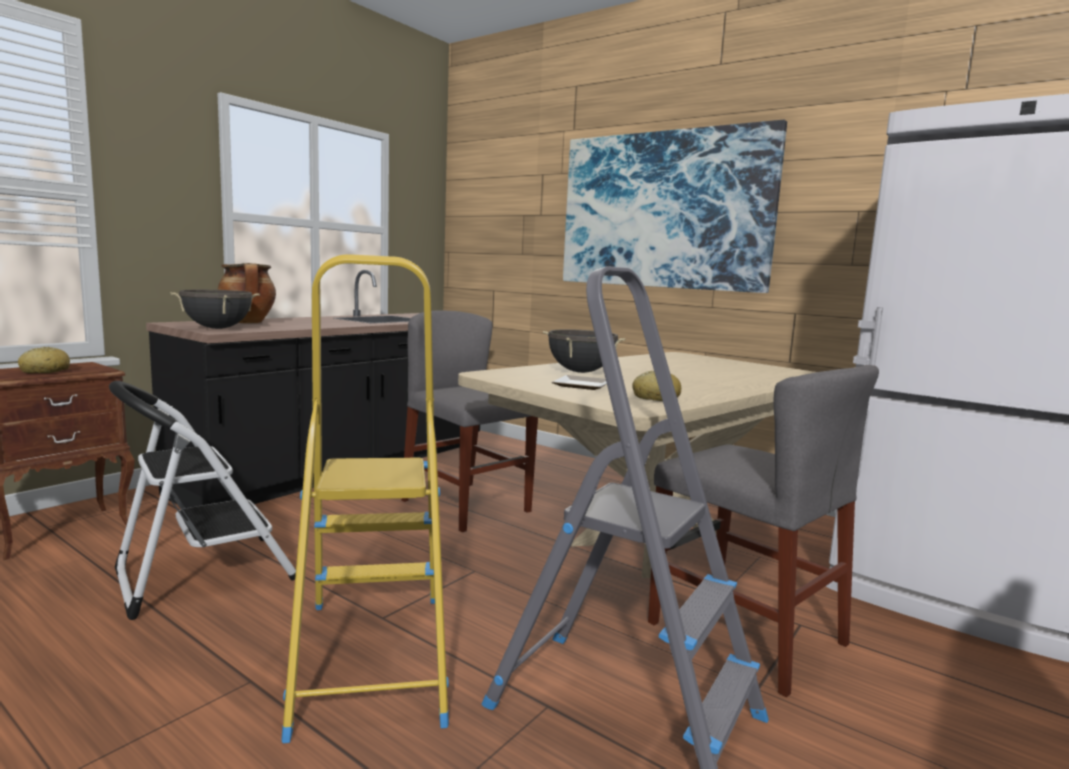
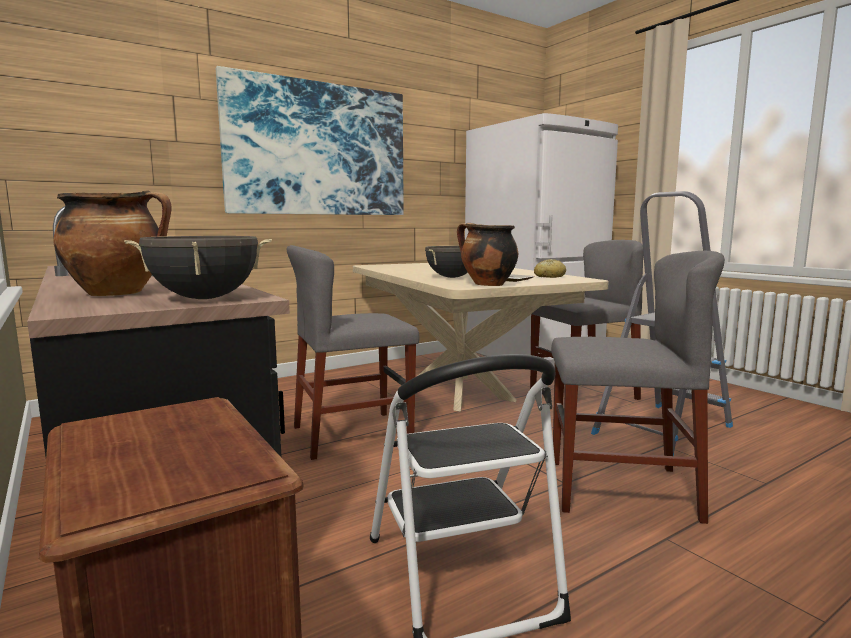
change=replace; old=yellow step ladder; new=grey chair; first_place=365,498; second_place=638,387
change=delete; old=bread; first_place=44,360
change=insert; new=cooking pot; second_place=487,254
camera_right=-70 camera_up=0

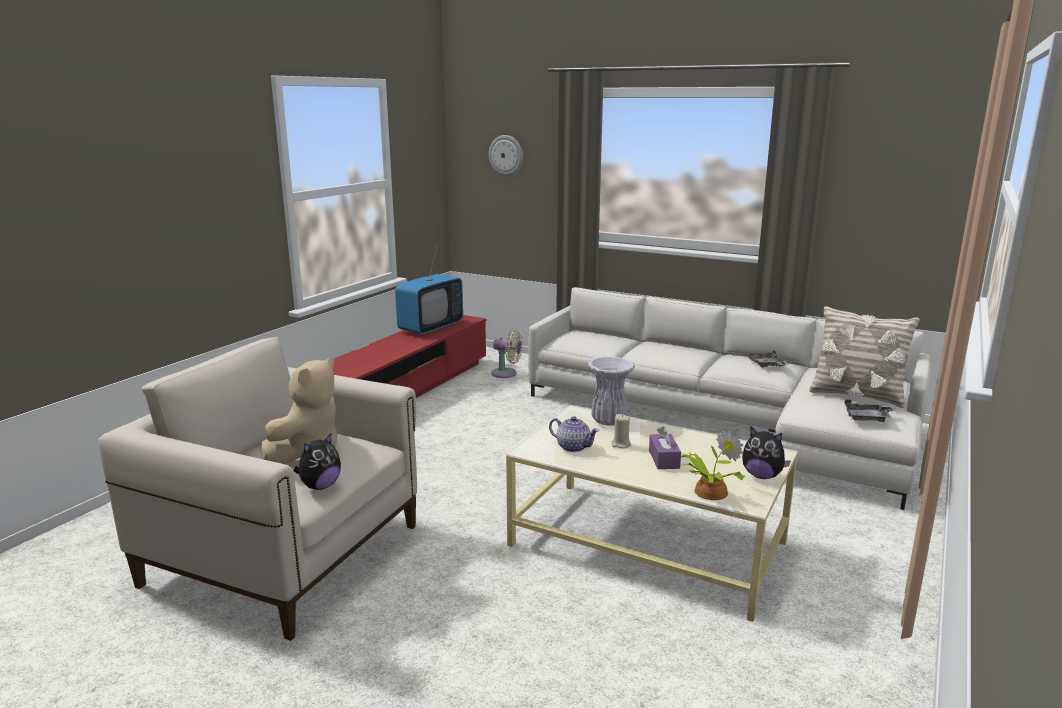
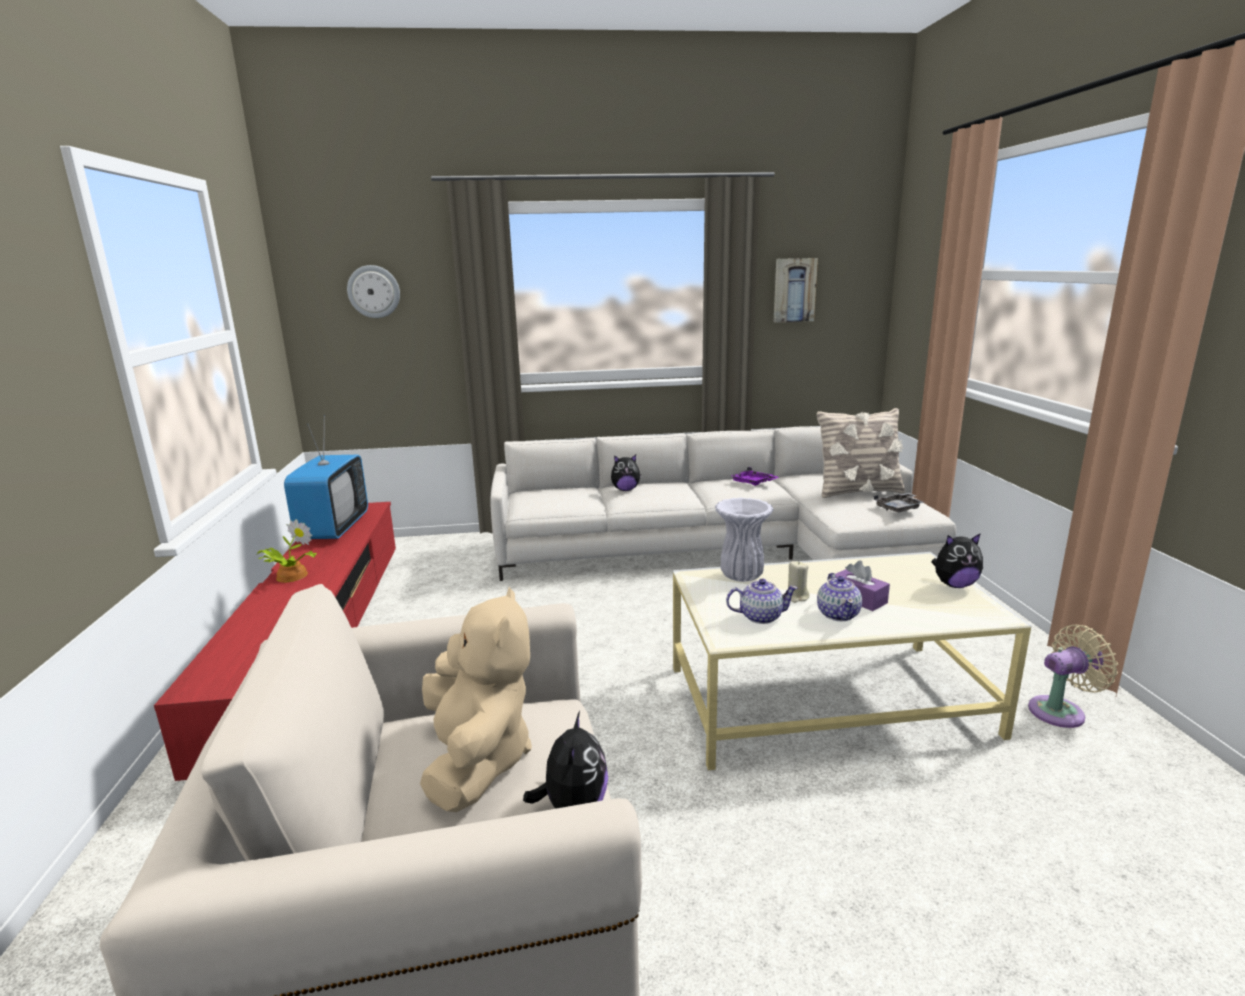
change=move; old=beige fan; first_place=507,353; second_place=1073,676
change=recolor; old=grey tray; new=purple tray; first_place=768,358; second_place=754,476
change=move; old=potted plant; first_place=713,465; second_place=287,551
change=insert; new=picture; second_place=796,290
change=insert; new=plush toy; second_place=626,473
change=insert; new=teapot; second_place=839,597
camera_right=-35 camera_up=0

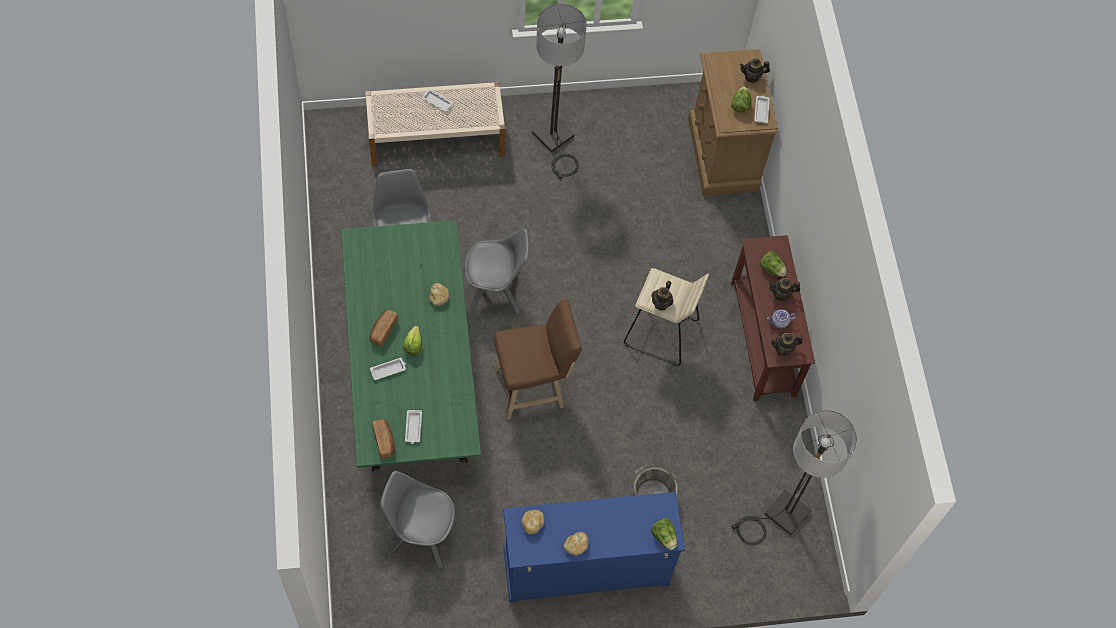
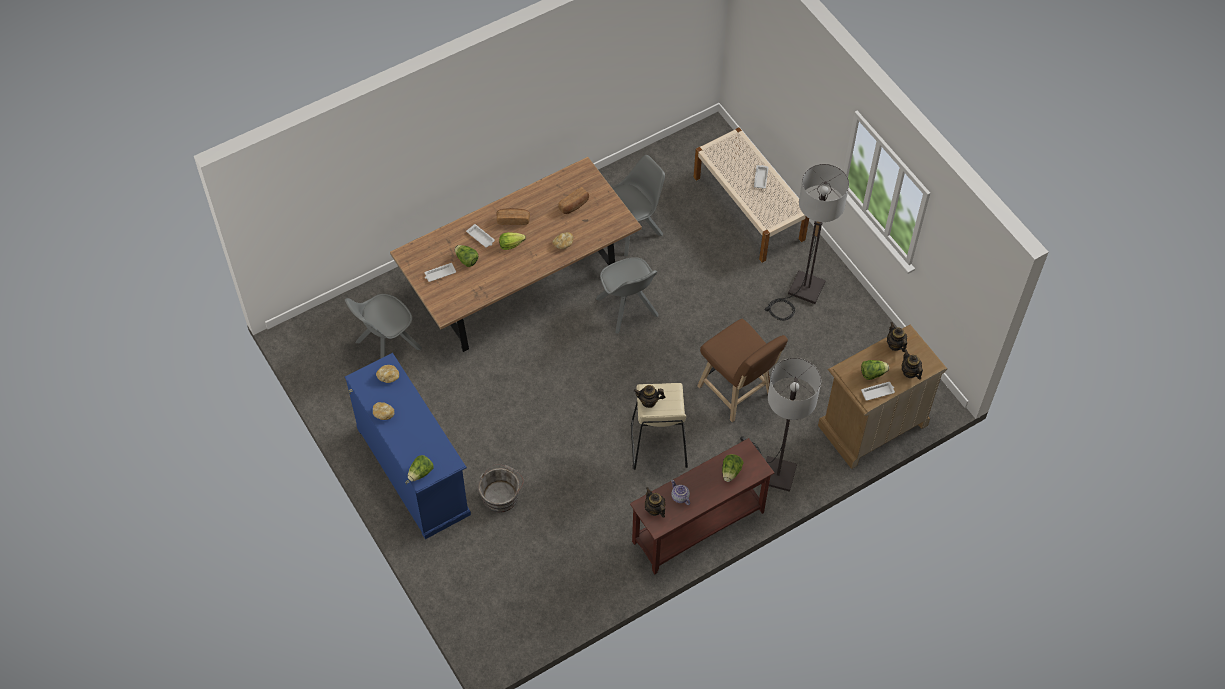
change=recolor; old=green dining table; new=brown dining table; first_place=411,346; second_place=516,254
change=move; old=teapot; first_place=784,289; second_place=897,337
change=move; old=brown stool; first_place=538,359; second_place=742,370
change=move; old=floor lamp; first_place=794,477; second_place=780,425
change=move; old=bread; first_place=383,439; second_place=573,200
change=rotate; old=grey chair; first_place=419,519; second_place=383,326; degrees=-120
change=insert; new=lettuce; second_place=466,256
camera_right=70 camera_up=-5

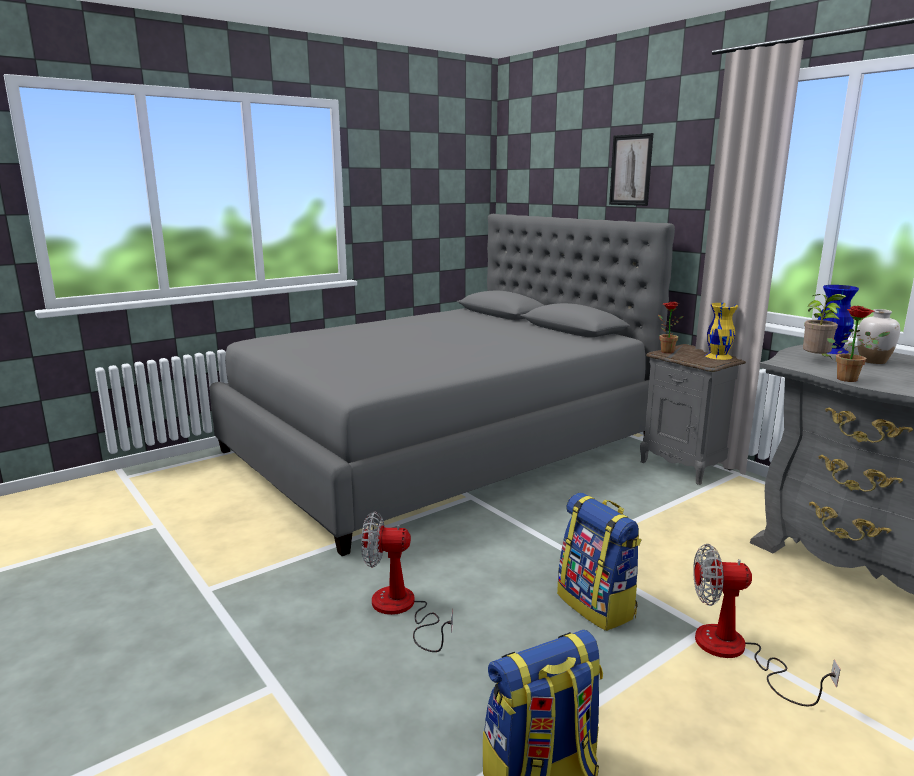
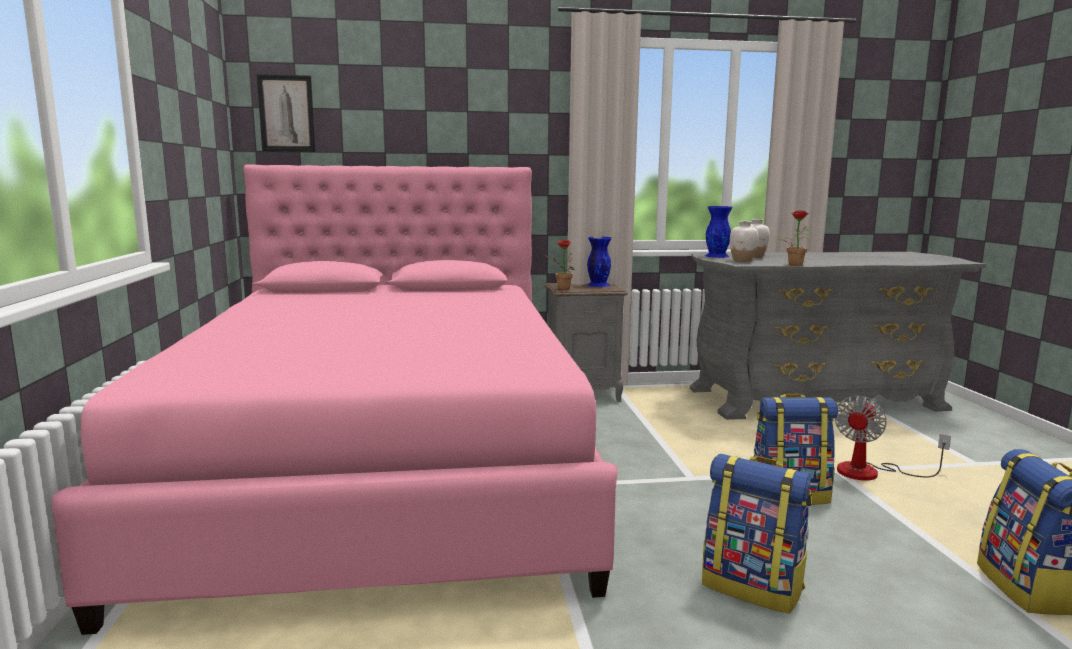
change=move; old=picture; first_place=631,169; second_place=286,113
change=recolor; old=grey bed; new=pink bed; first_place=442,385; second_place=334,399
change=replace; old=potted plant; new=white vase; first_place=825,327; second_place=744,241
change=recolor; old=yellow vase; new=blue vase; first_place=721,331; second_place=599,262
change=replace; old=fan; new=backpack; first_place=407,581; second_place=757,534
camera_right=-60 camera_up=-5

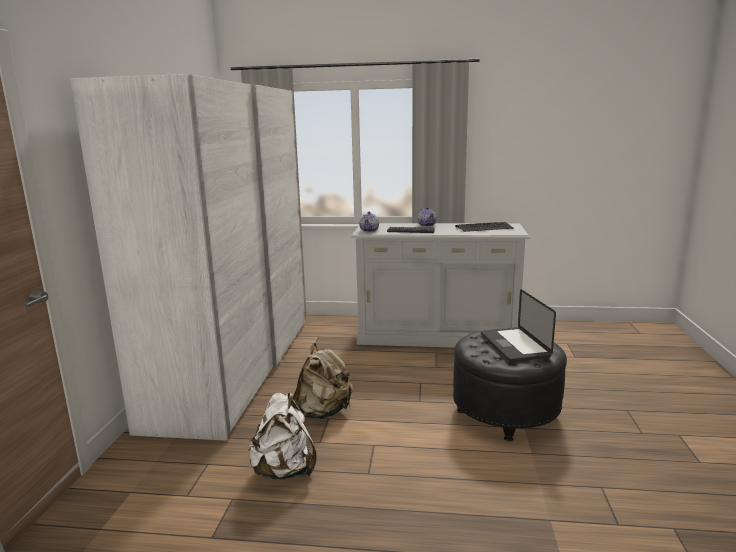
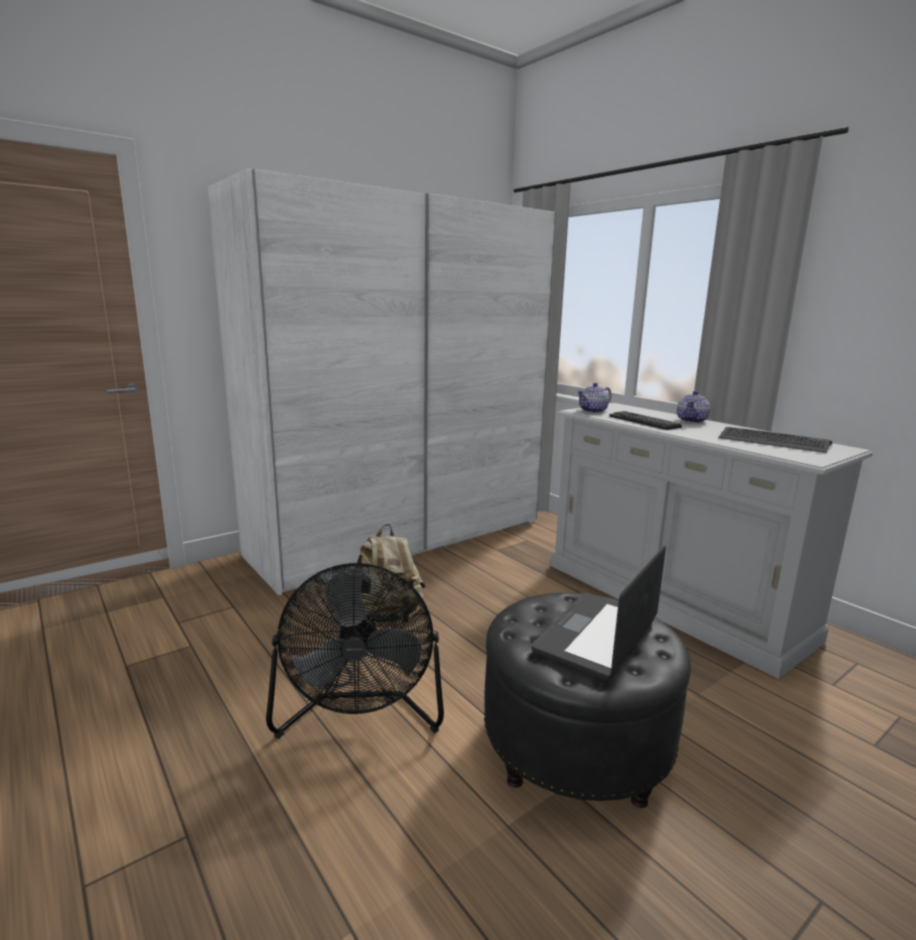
change=delete; old=white backpack; first_place=283,436
change=insert; new=black fan; second_place=355,651
camera_right=45 camera_up=0

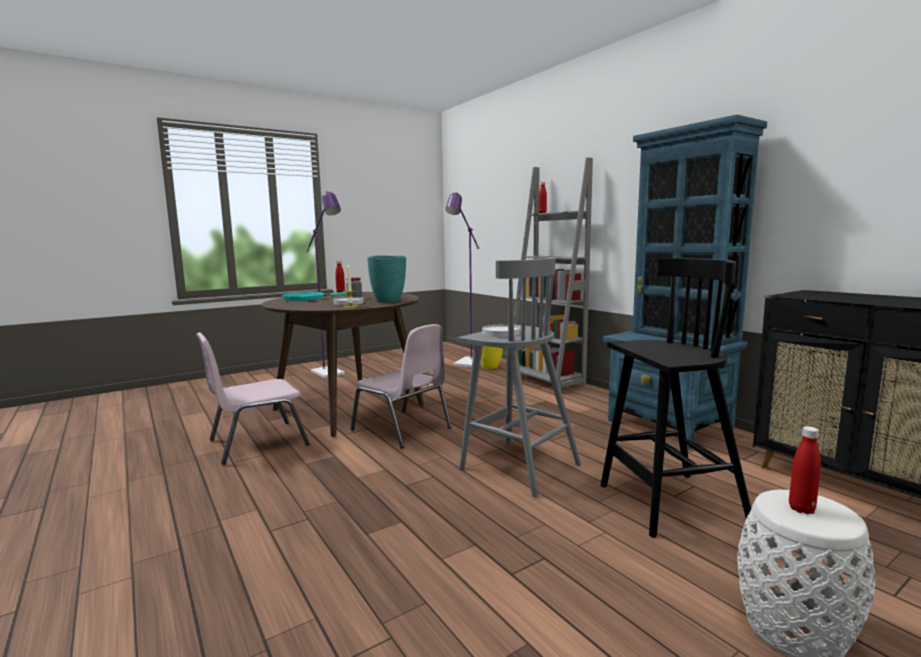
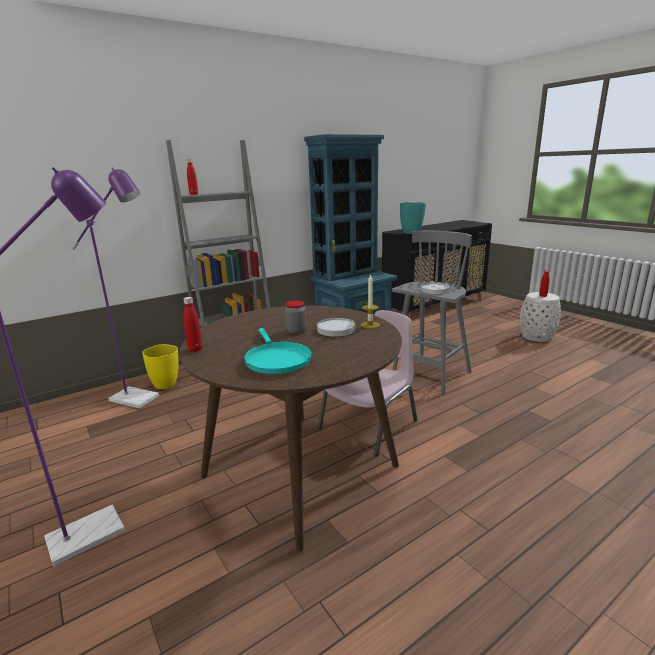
change=move; old=turquoise vase; first_place=386,278; second_place=413,218
change=delete; old=black stool; first_place=676,398
change=delete; old=pink chair; first_place=253,398
camera_right=-90 camera_up=10

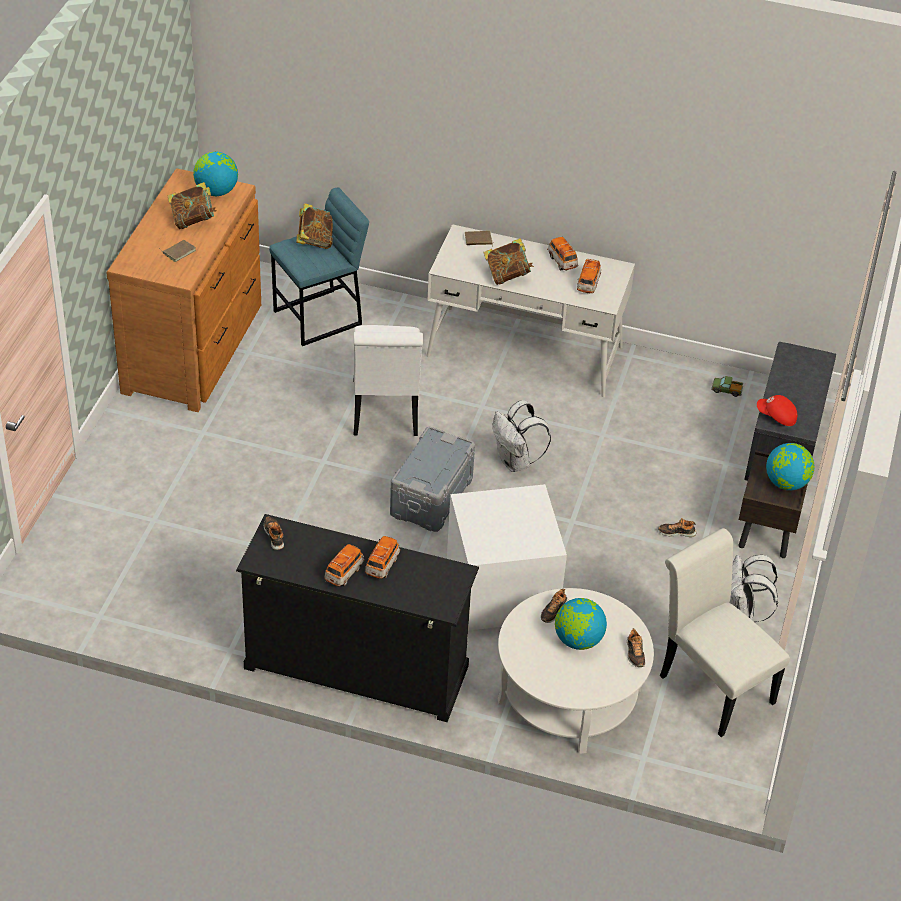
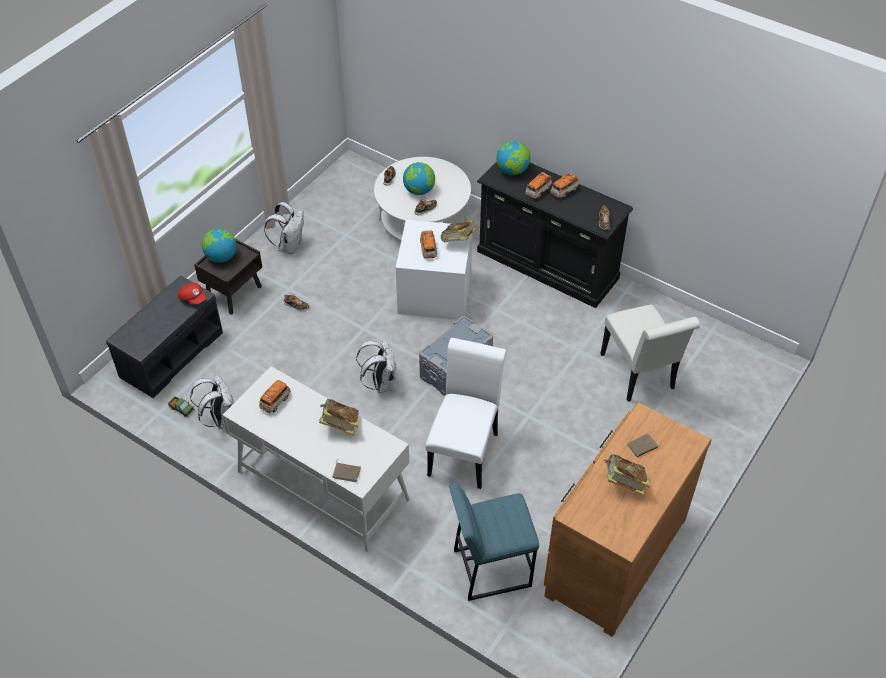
change=move; old=globe; first_place=215,174; second_place=513,158
change=move; old=book; first_place=314,226; second_place=458,231
change=move; old=toy car; first_place=562,254; second_place=428,244
change=move; old=white chair; first_place=725,632; second_place=650,353
change=insert; new=white backpack; second_place=212,401
camera_right=-160 camera_up=5

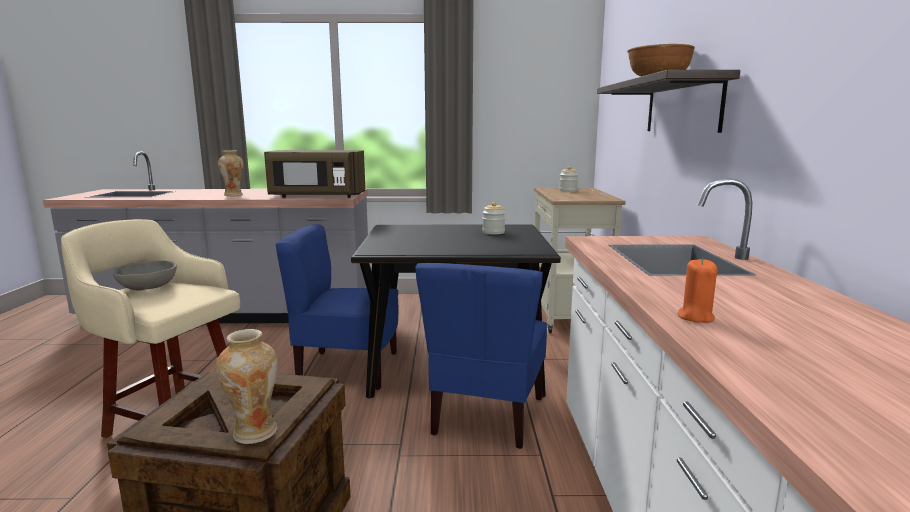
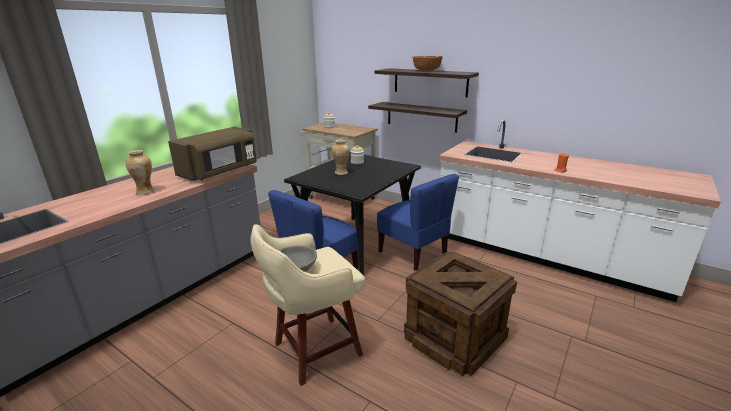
change=move; old=vase; first_place=247,386; second_place=341,157
change=insert; new=shelf; second_place=417,117
camera_right=-55 camera_up=10

